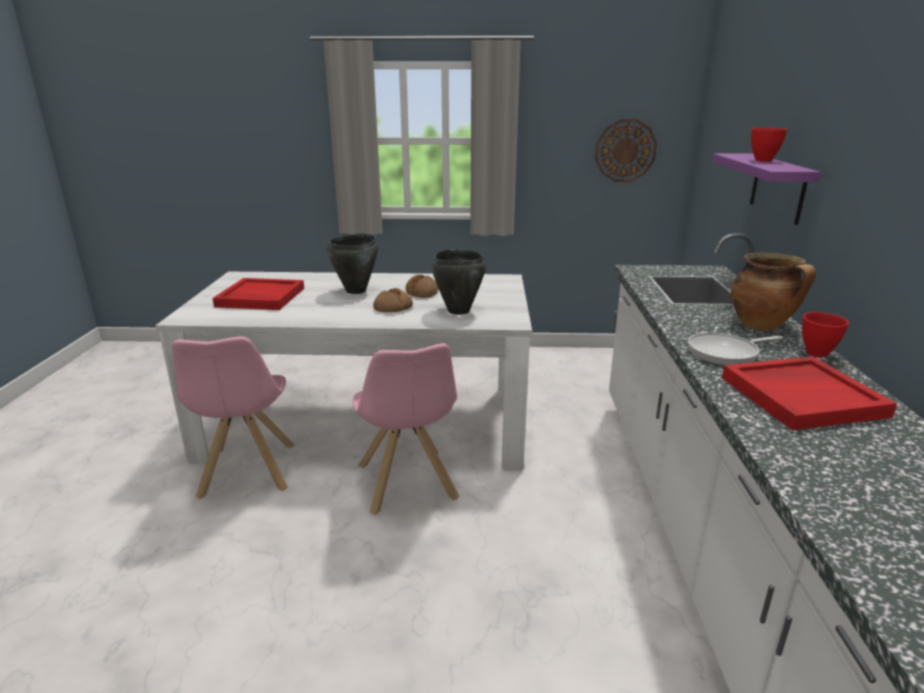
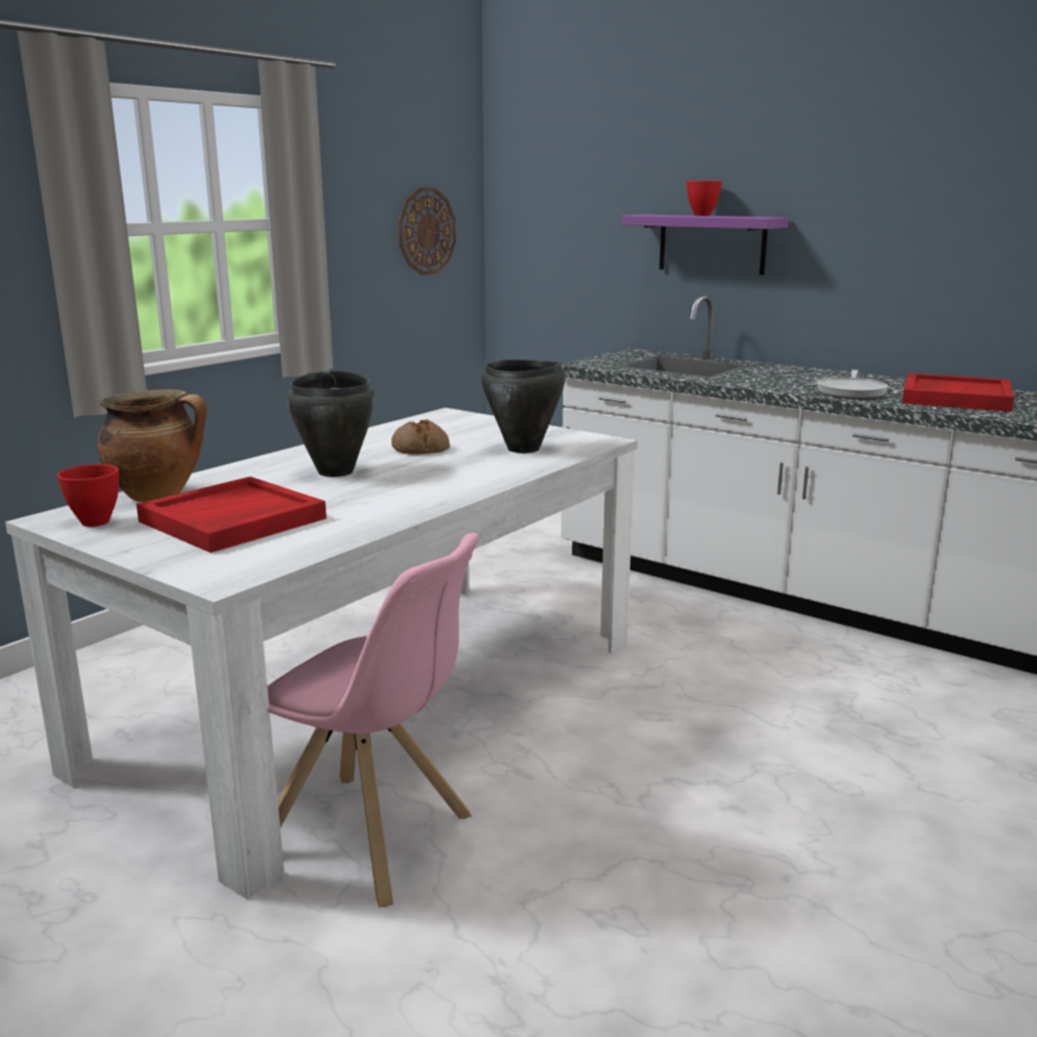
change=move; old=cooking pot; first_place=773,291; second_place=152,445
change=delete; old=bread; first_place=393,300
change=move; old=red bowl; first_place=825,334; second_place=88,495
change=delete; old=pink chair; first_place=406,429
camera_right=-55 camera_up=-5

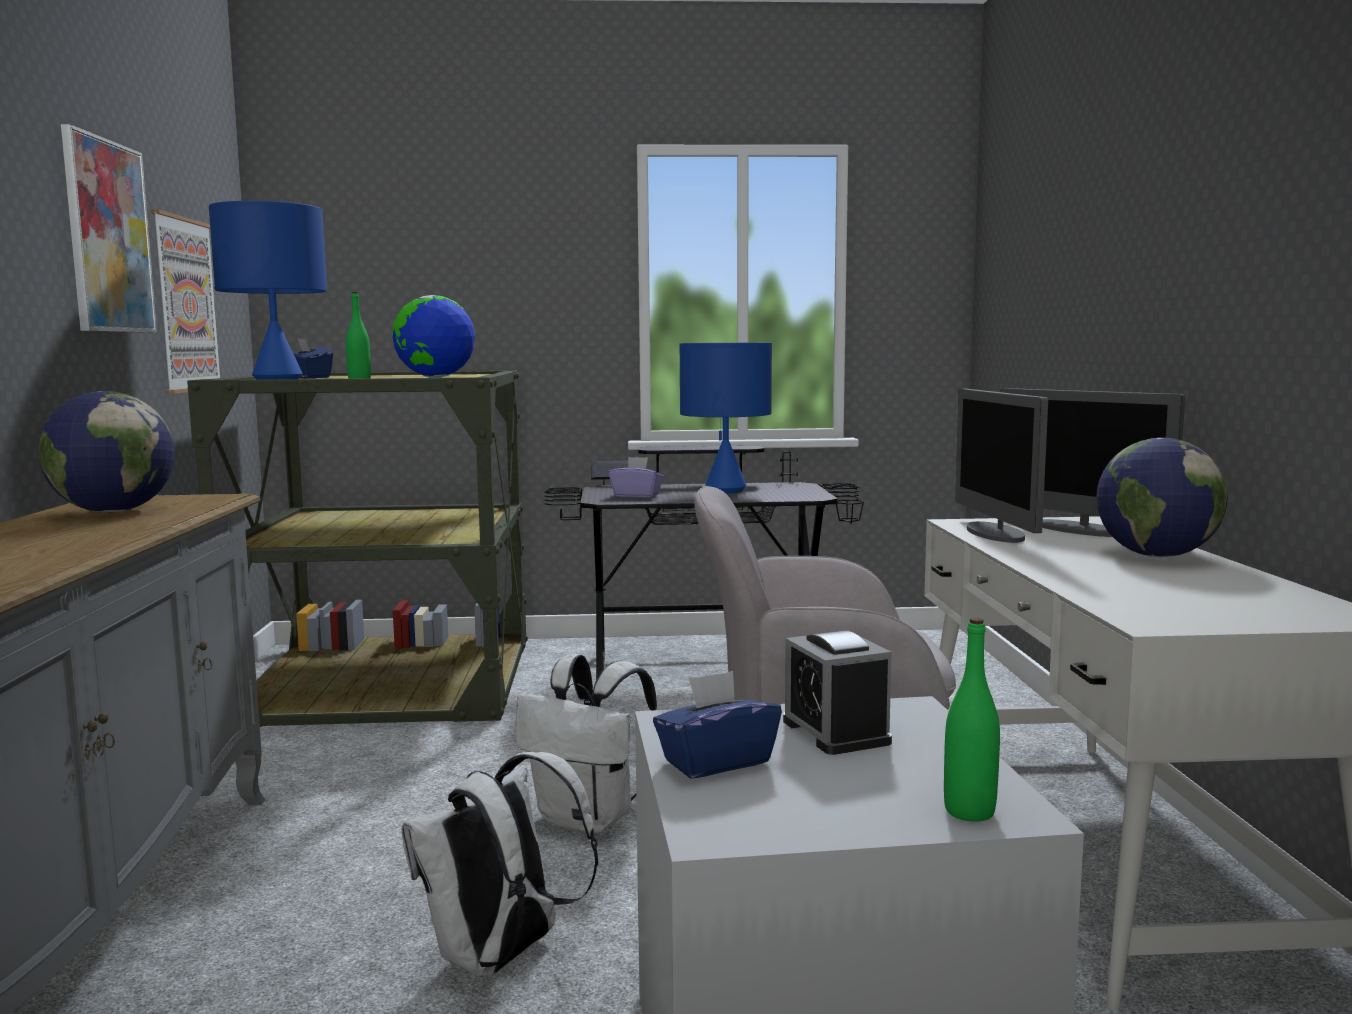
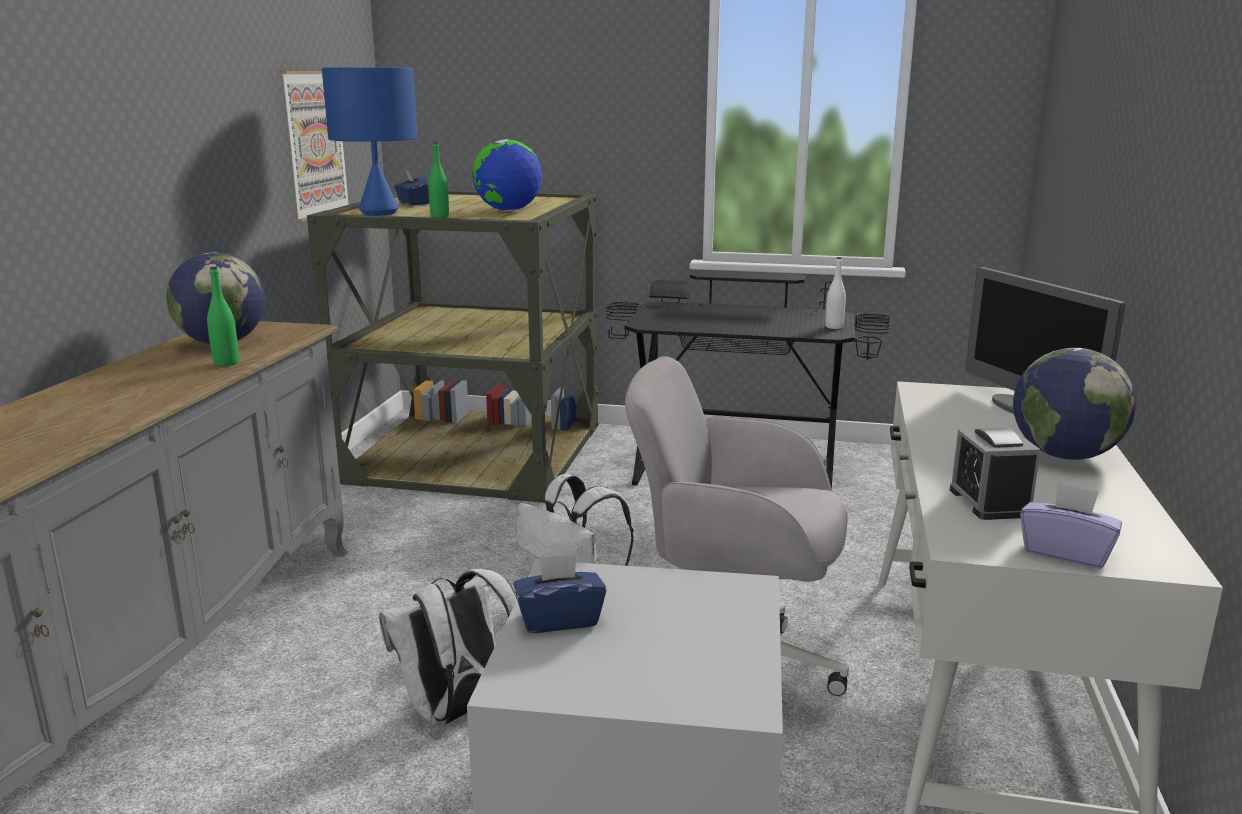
change=delete; old=picture; first_place=109,228
change=delete; old=blue table lamp; first_place=726,418
change=delete; old=monitor; first_place=1001,466
change=move; old=purple tissue box; first_place=636,477; second_place=1071,526
change=move; old=green bottle; first_place=972,719; second_place=223,316
change=move; old=alarm clock; first_place=837,693; second_place=995,473
change=insert; new=white bottle; second_place=835,293
camera_right=15 camera_up=10

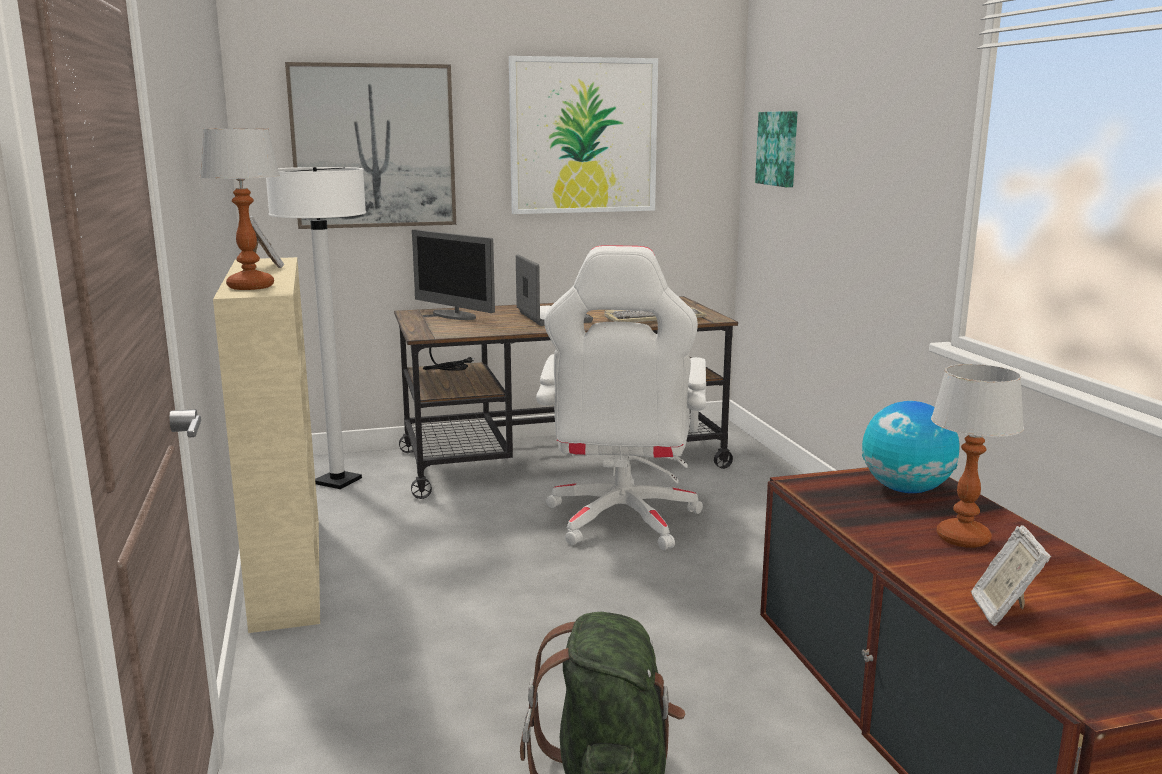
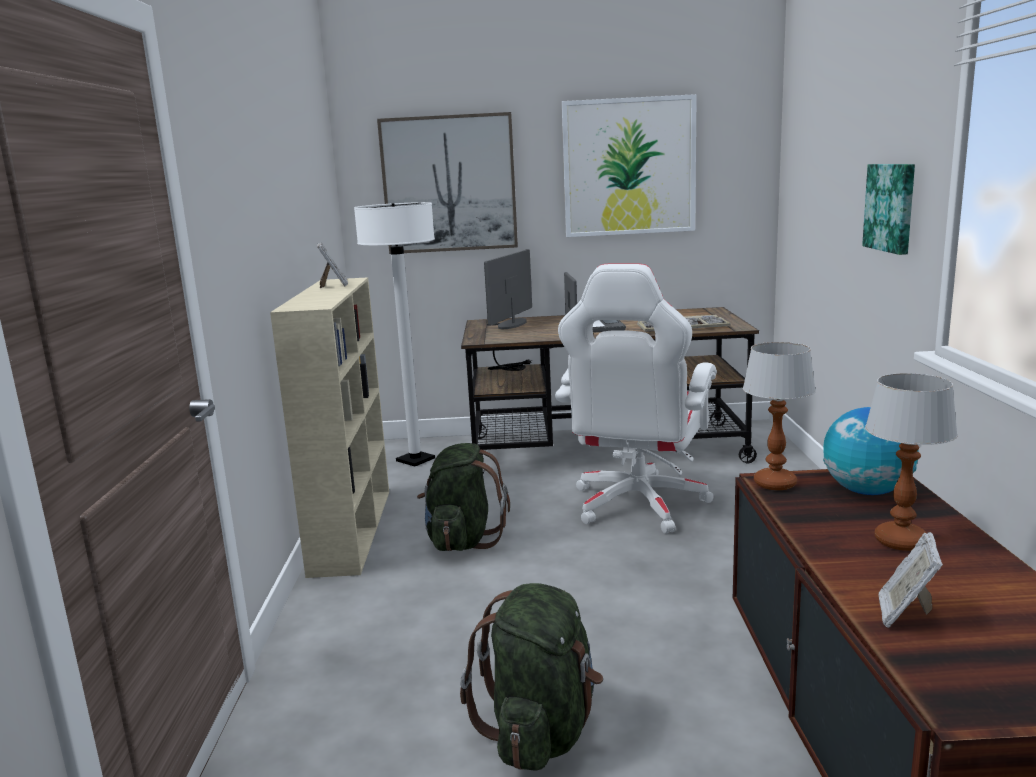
change=move; old=picture; first_place=776,149; second_place=888,209
change=move; old=table lamp; first_place=240,209; second_place=779,416
change=rotate; old=monitor; first_place=453,274; second_place=508,289; degrees=60
change=insert; new=green backpack; second_place=463,497
camera_right=15 camera_up=0

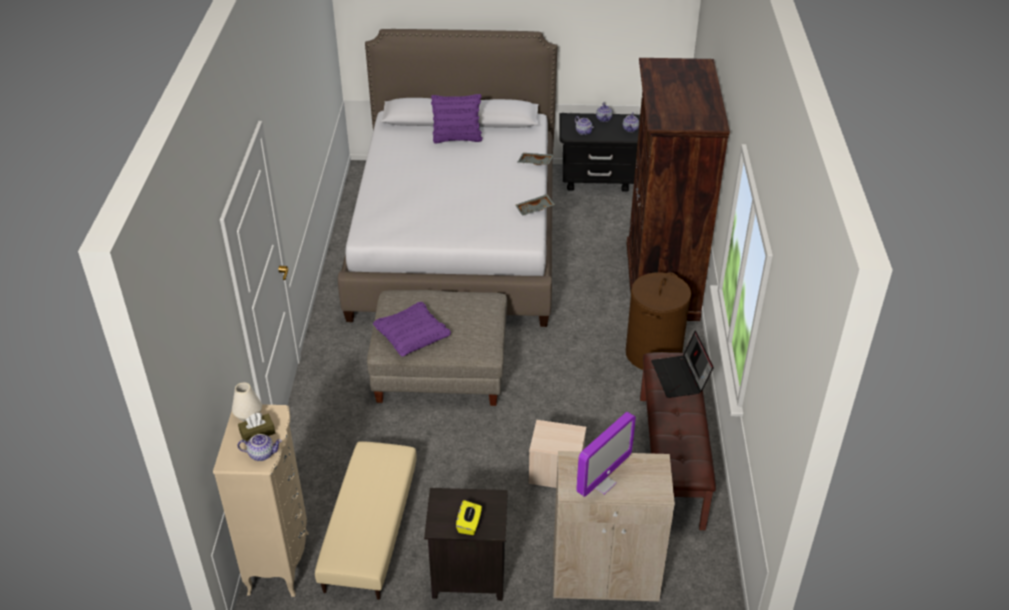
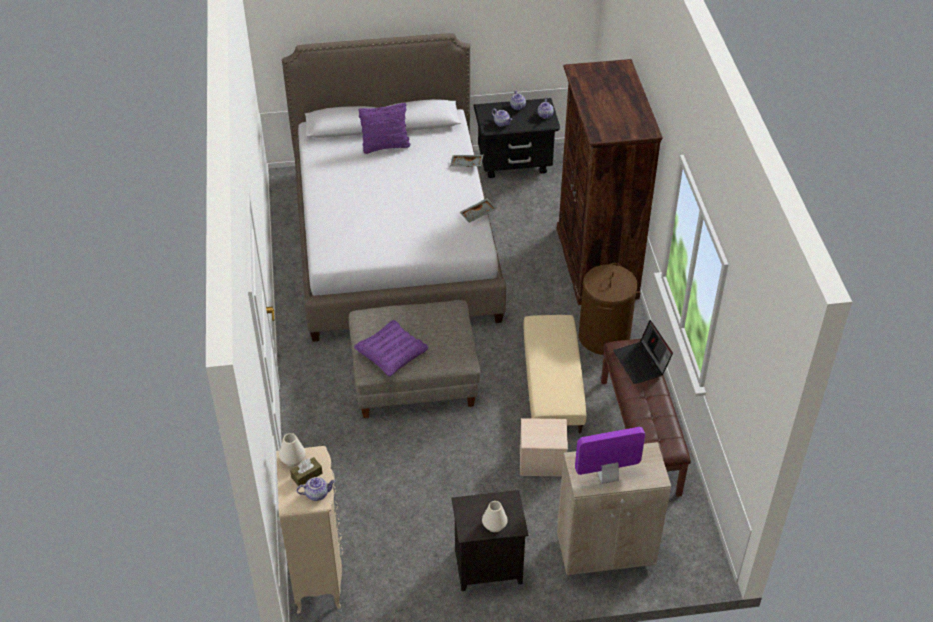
change=rotate; old=monitor; first_place=606,454; second_place=610,455; degrees=-135
change=move; old=beige ottoman; first_place=366,520; second_place=555,374
change=replace; old=yellow tissue box; new=white vase; first_place=469,517; second_place=495,516
camera_right=-10 camera_up=5

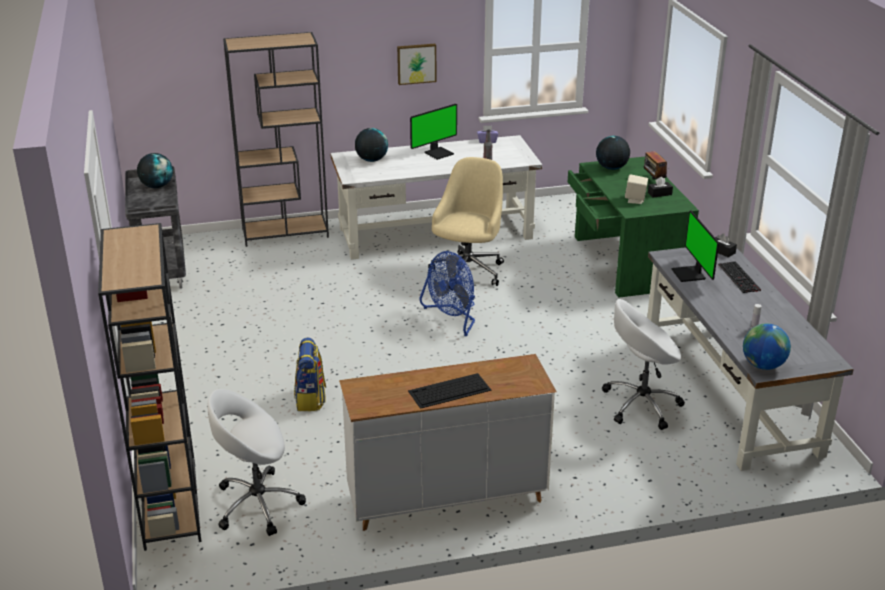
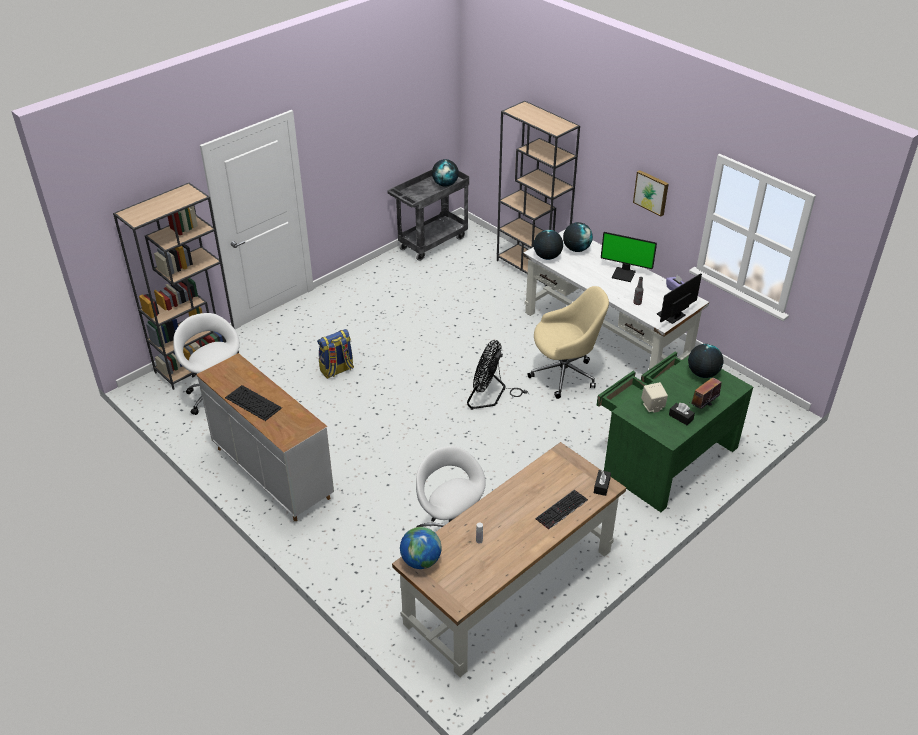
change=move; old=monitor; first_place=695,246; second_place=679,298
change=recolor; old=grey desk; new=brown desk; first_place=750,359; second_place=509,559
change=recolor; old=blue fan; new=black fan; first_place=447,293; second_place=497,375
change=insert; new=globe; second_place=548,245
camera_right=60 camera_up=10

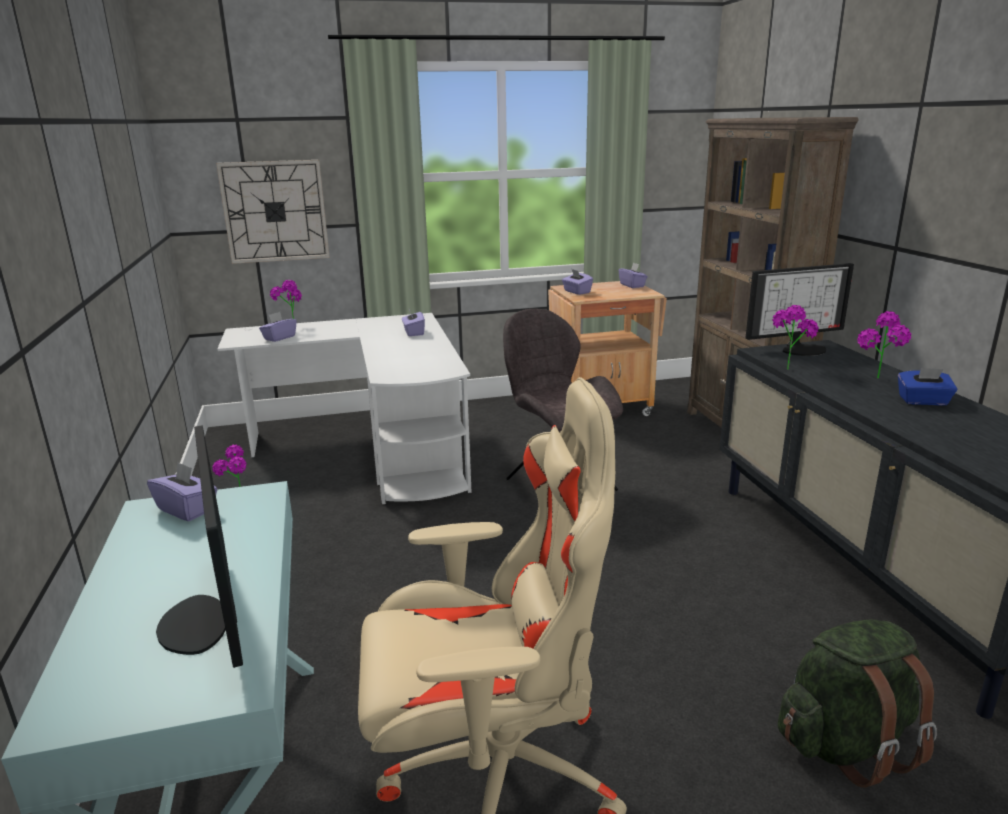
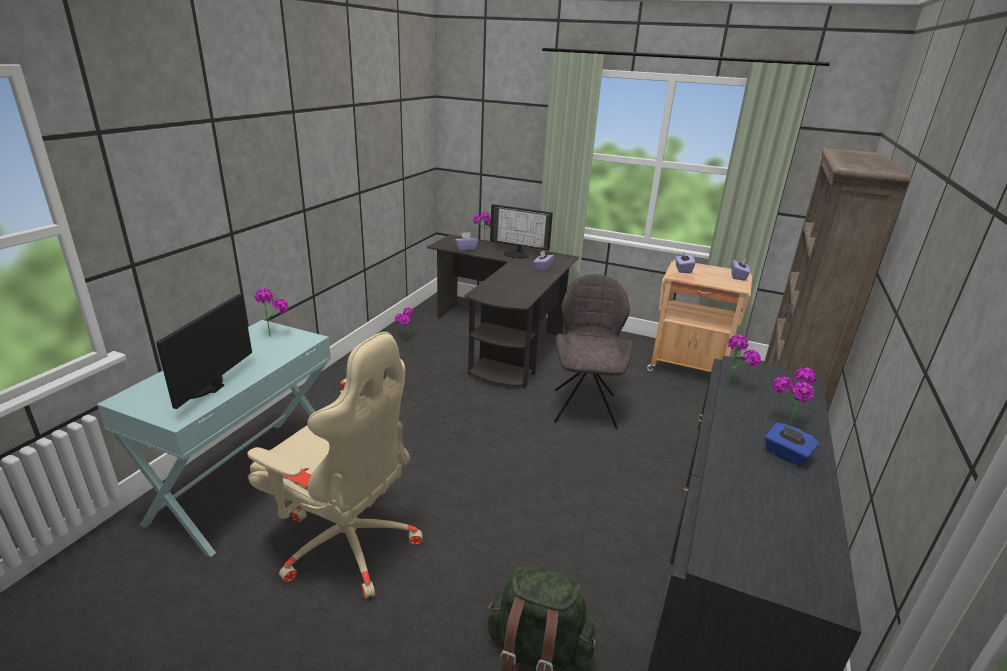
change=delete; old=wall clock; first_place=273,212
change=move; old=monitor; first_place=800,309; second_place=521,231
change=recolor; old=white desk; new=black desk; first_place=344,408; second_place=503,311
change=replace; old=purple tissue box; new=potted plant; first_place=182,491; second_place=271,312
camera_right=35 camera_up=5

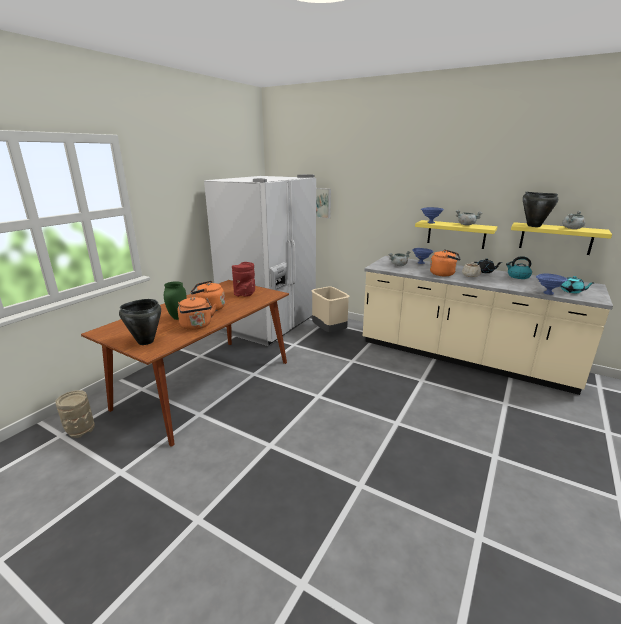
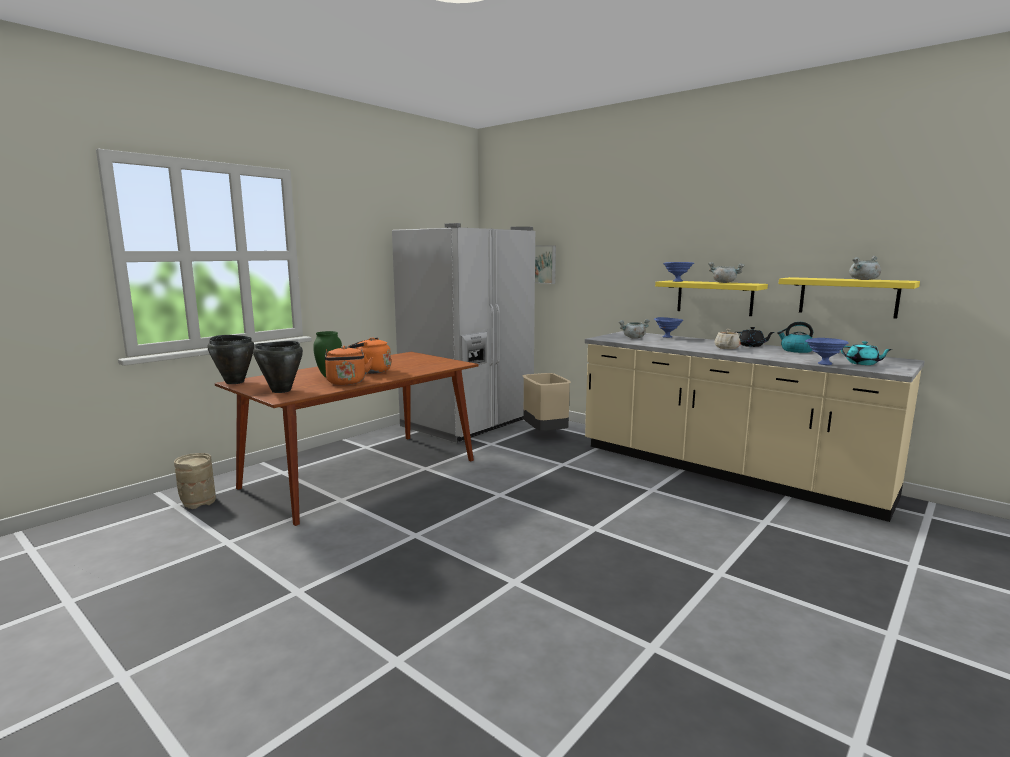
change=move; old=black cooking pot; first_place=540,209; second_place=231,359
change=delete; old=orange kettle; first_place=445,262
change=delete; old=red vase; first_place=243,279
camera_right=10 camera_up=-10

